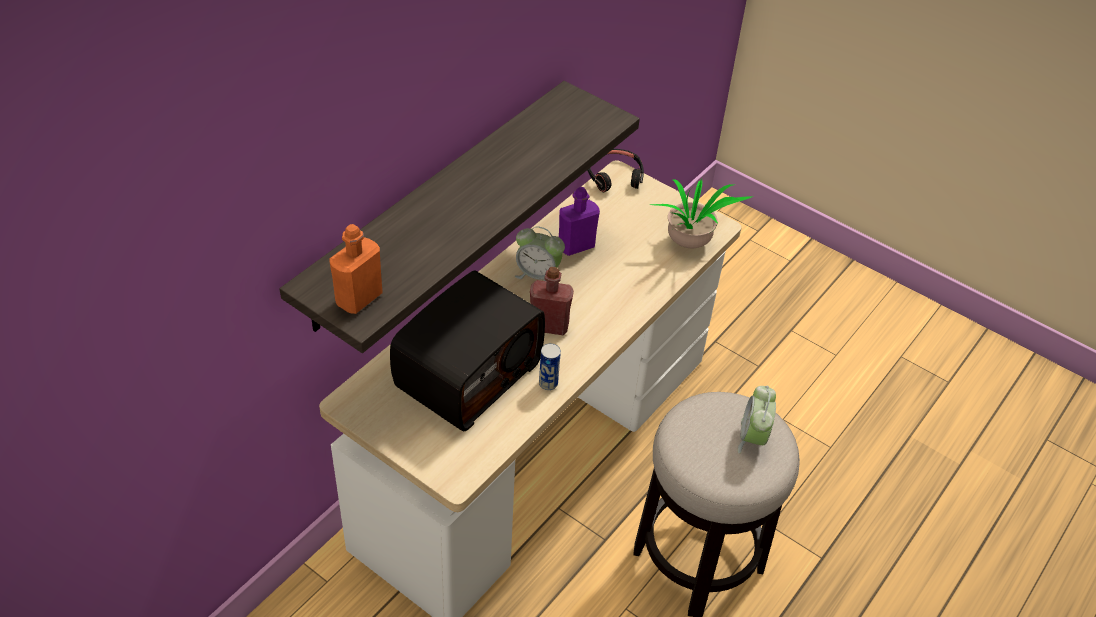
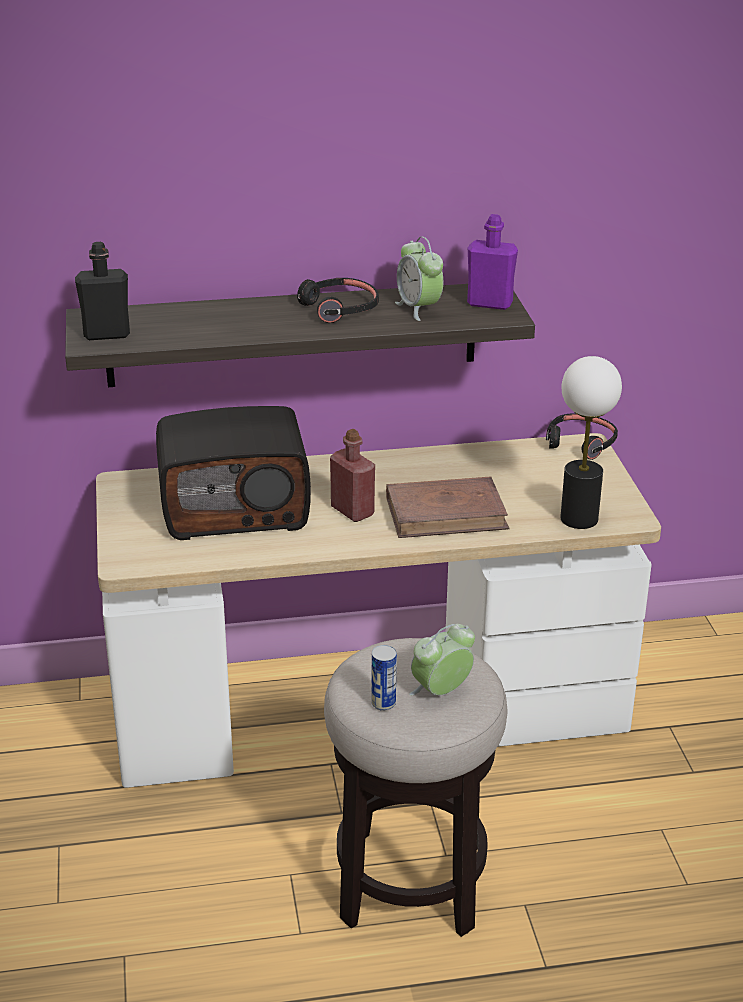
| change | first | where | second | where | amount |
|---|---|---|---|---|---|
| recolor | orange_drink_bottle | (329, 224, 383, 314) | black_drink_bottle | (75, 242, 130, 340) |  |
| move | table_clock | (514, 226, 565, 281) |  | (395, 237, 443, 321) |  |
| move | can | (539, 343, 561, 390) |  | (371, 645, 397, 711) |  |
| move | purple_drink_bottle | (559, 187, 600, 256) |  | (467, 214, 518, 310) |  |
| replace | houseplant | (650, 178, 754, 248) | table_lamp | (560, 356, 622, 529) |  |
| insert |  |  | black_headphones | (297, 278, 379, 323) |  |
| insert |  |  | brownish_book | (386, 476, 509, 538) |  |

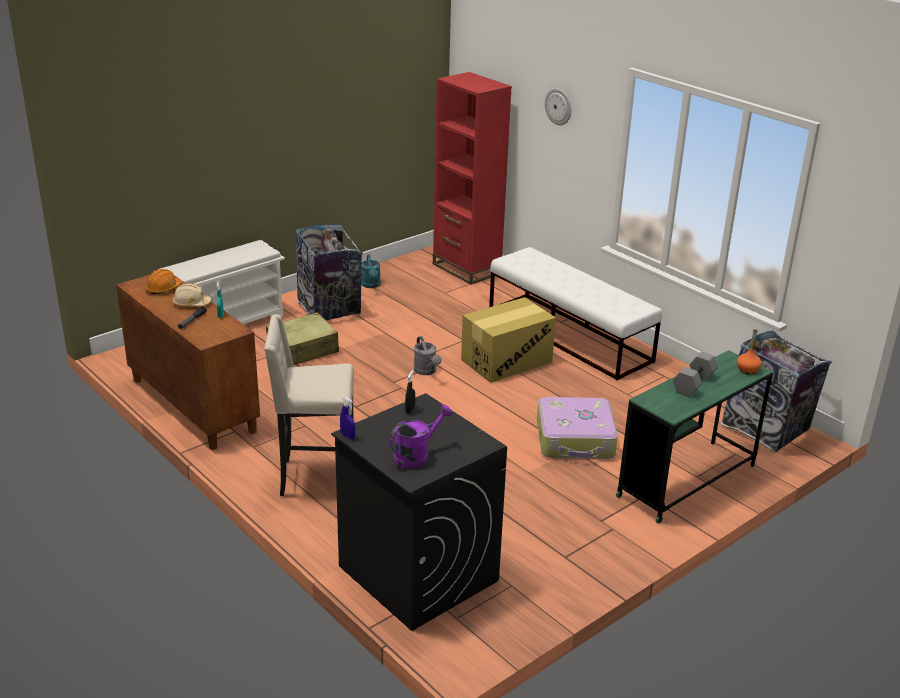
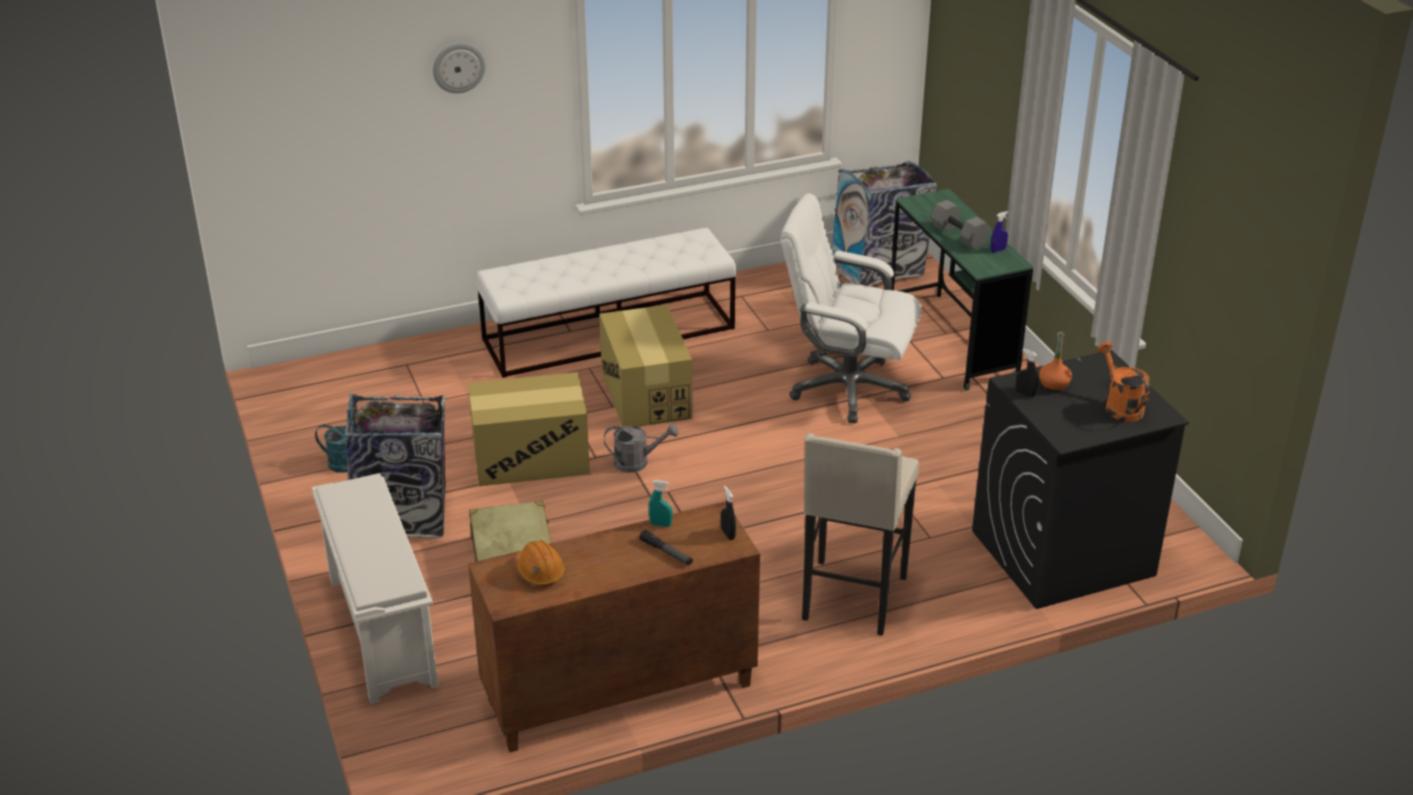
| change | first | where | second | where | amount |
|---|---|---|---|---|---|
| delete | sand-coloured_hard_hat | (172, 283, 211, 307) |  |  |  |
| move | blue-coloured_spray_bottle | (340, 397, 355, 439) |  | (991, 211, 1009, 253) |  |
| recolor | purple_watering_pot | (389, 404, 453, 468) | orange_watering_pot | (1097, 342, 1150, 422) |  |
| delete | red_bookcase | (433, 72, 512, 285) |  |  |  |
| replace | suitcase | (537, 397, 618, 459) | whitish_office_chair | (781, 193, 922, 423) |  |
| move | orange_drink_bottle | (737, 329, 762, 374) |  | (1039, 332, 1072, 392) |  |
| insert |  |  | cardboard_box | (468, 372, 590, 486) |  |
| insert |  |  | black_spray_bottle | (721, 486, 736, 540) |  |

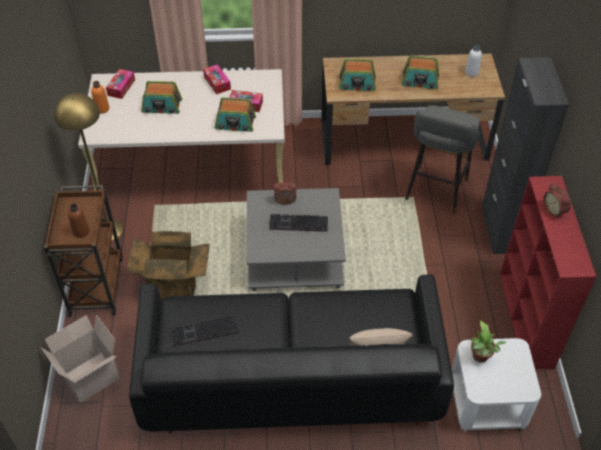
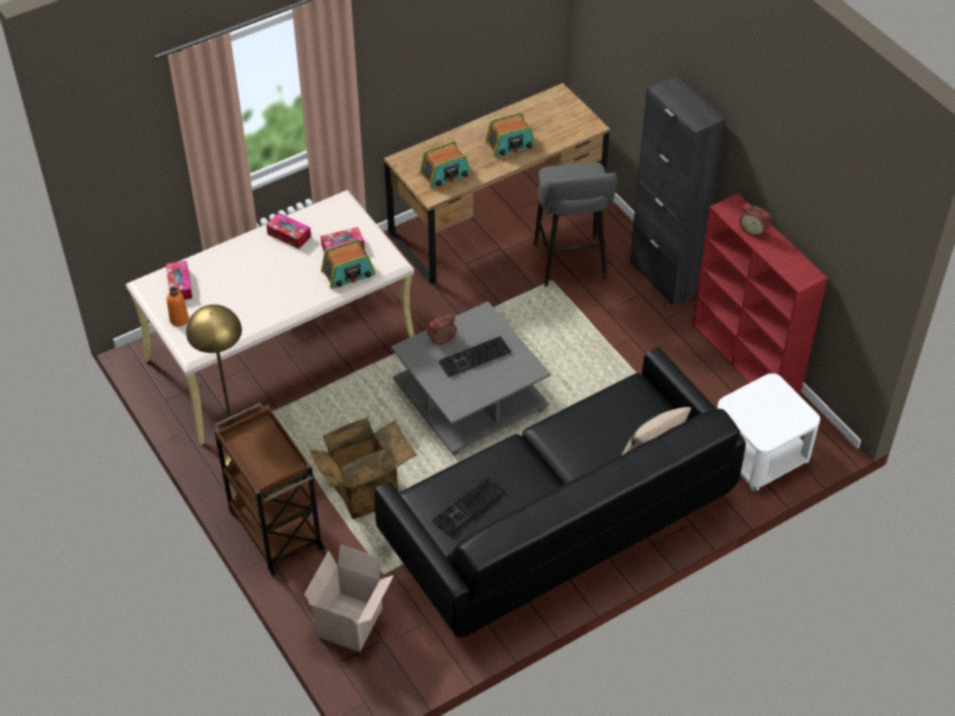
| change | first | where | second | where | amount |
|---|---|---|---|---|---|
| delete | brownish_drink_bottle | (68, 204, 90, 238) |  |  |  |
| delete | radio_set | (141, 81, 182, 114) |  |  |  |
| delete | whitish_drink_bottle | (465, 45, 482, 77) |  |  |  |
| delete | houseplant | (471, 320, 506, 363) |  |  |  |

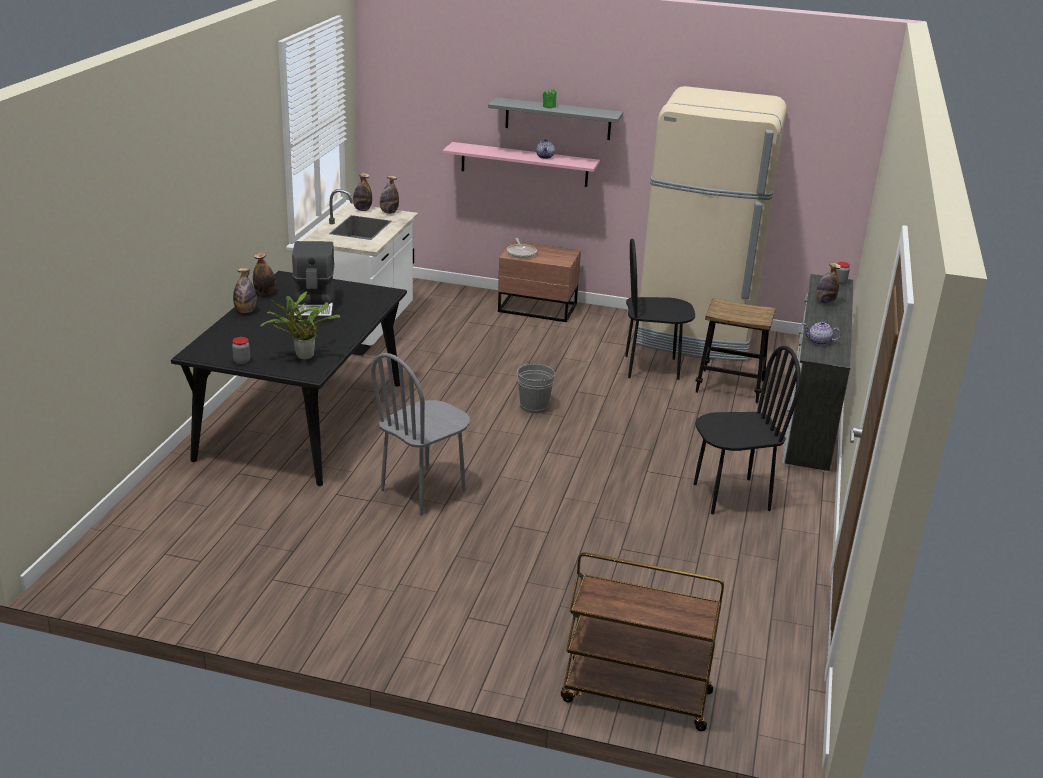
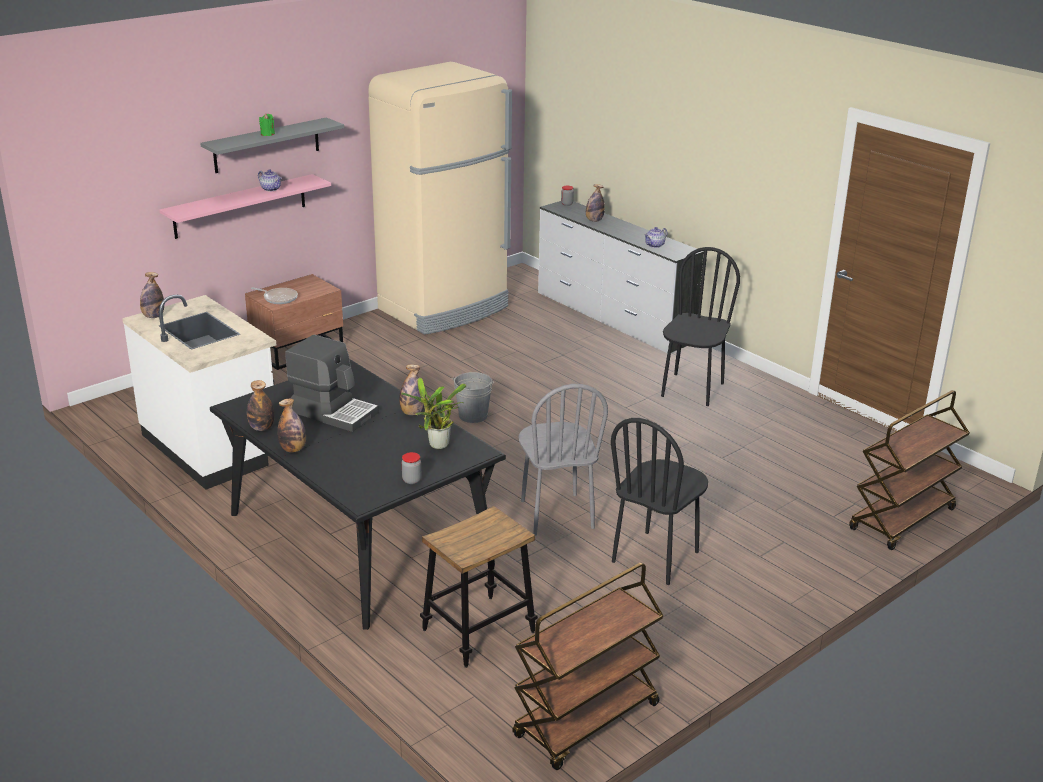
| change | first | where | second | where | amount |
|---|---|---|---|---|---|
| move | drink_bottle | (380, 175, 399, 214) |  | (399, 364, 426, 415) |  |
| move | black_plain_chair | (625, 239, 695, 380) |  | (611, 418, 708, 585) |  |
| move | sitting_stool | (695, 298, 776, 403) |  | (420, 506, 538, 668) |  |
| insert |  |  | brownish_cart | (512, 563, 663, 770) |  |

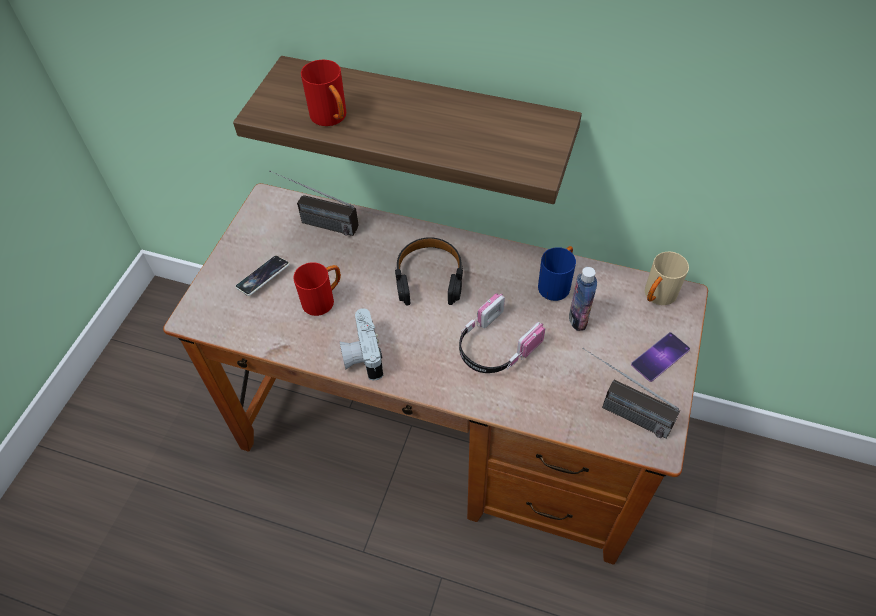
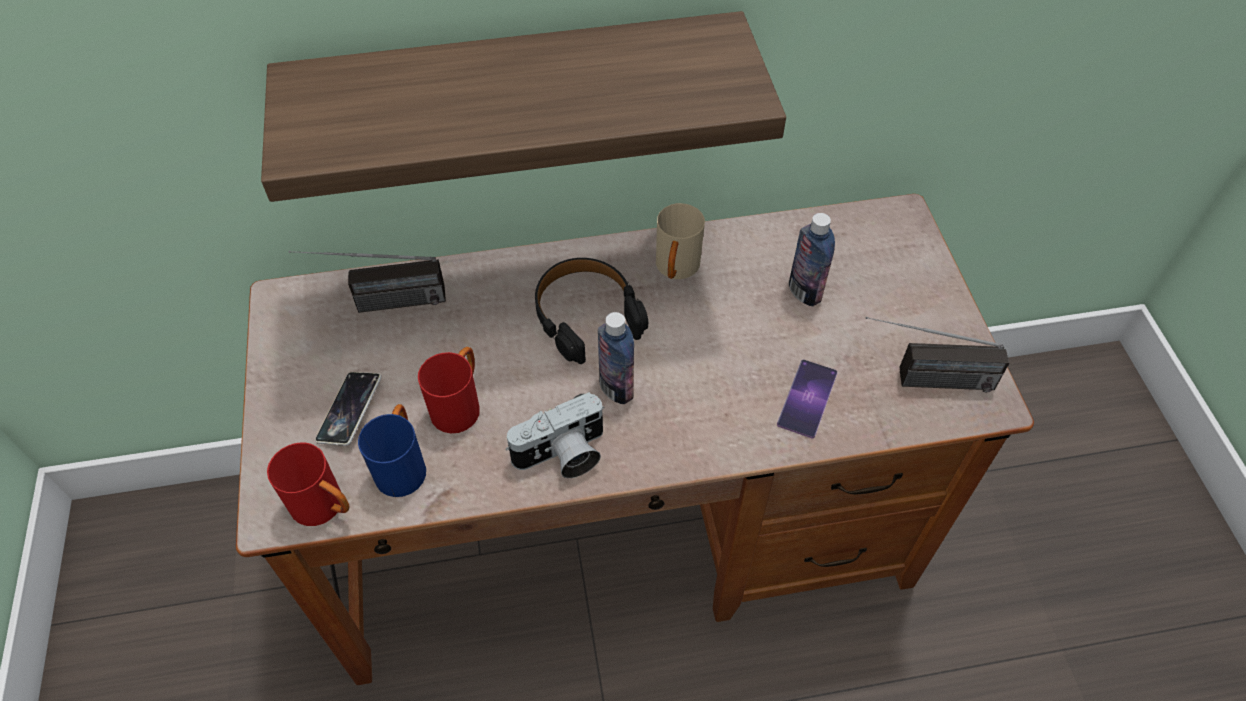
| change | first | where | second | where | amount |
|---|---|---|---|---|---|
| move | red_tea_mug | (301, 60, 346, 126) |  | (267, 442, 350, 526) |  |
| rotate | still_camera | (340, 308, 383, 380) |  | (505, 392, 605, 478) | 75 degrees counterclockwise |
| delete | headphones | (459, 293, 545, 373) |  |  |  |
| move | blue-coloured_tea_mug | (538, 246, 576, 301) |  | (358, 404, 426, 497) |  |
| move | telephone | (631, 332, 690, 382) |  | (777, 359, 837, 438) |  |
| move | sand-coloured_tea_mug | (645, 251, 689, 305) |  | (656, 203, 705, 279) |  |
| insert |  |  | drink_bottle | (598, 312, 634, 404) |  |

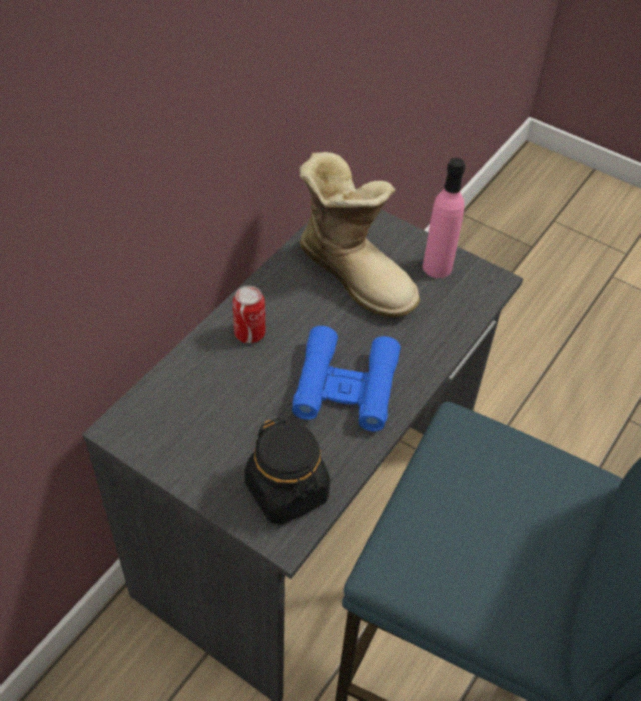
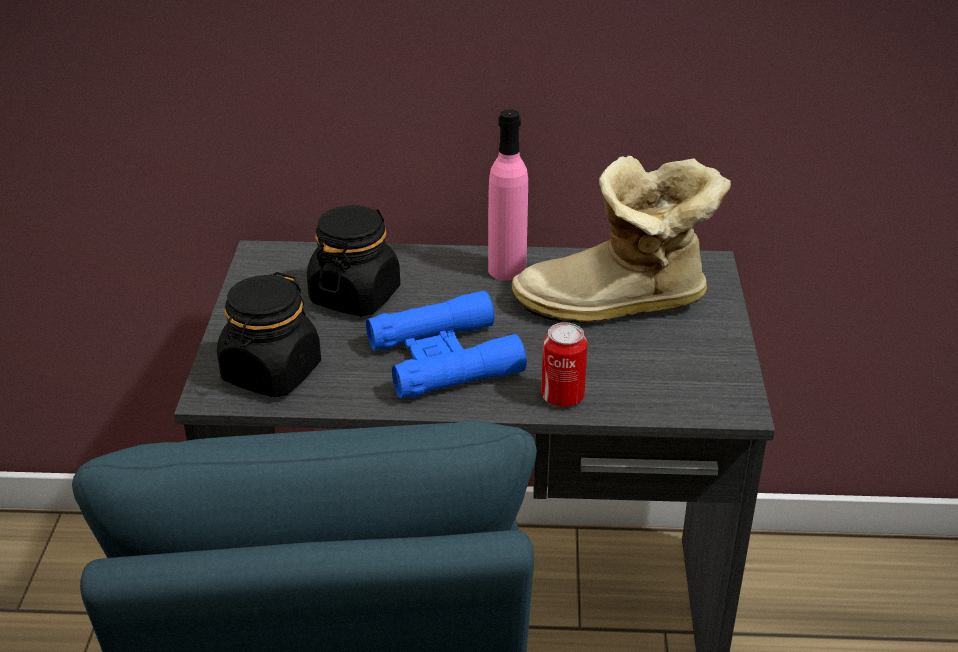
| change | first | where | second | where | amount |
|---|---|---|---|---|---|
| move | can | (233, 286, 265, 343) |  | (541, 322, 587, 407) |  |
| rotate | boot | (299, 152, 420, 319) |  | (512, 156, 731, 323) | 75 degrees clockwise |
| move | pink-coloured_drink_bottle | (423, 158, 465, 278) |  | (488, 109, 528, 281) |  |
| insert |  |  | black_jar | (307, 205, 400, 316) |  |

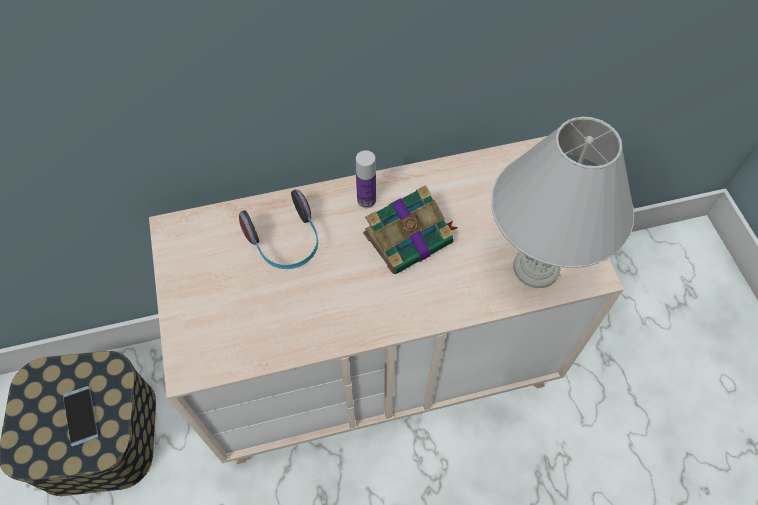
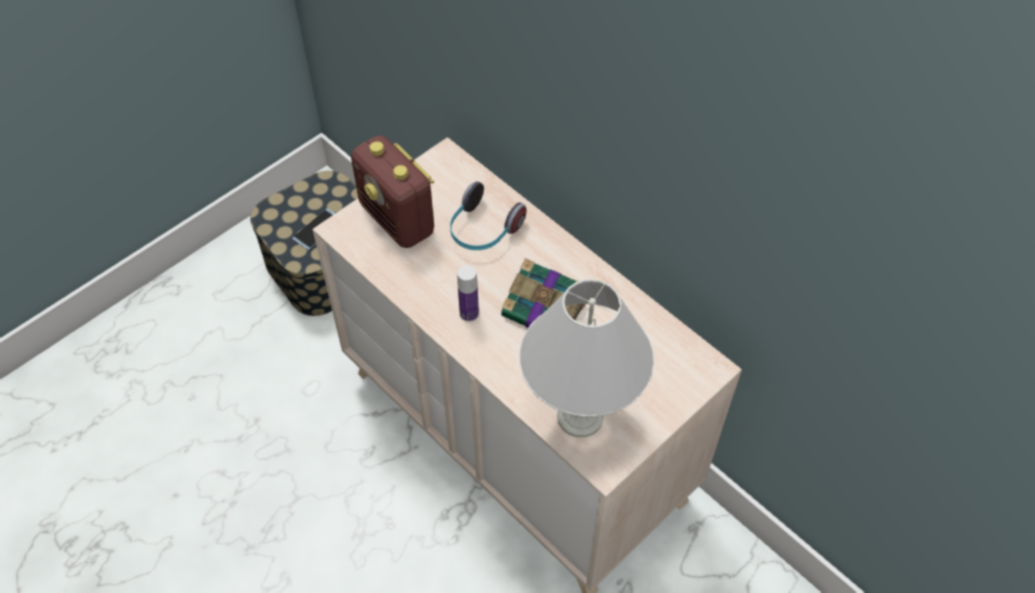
| change | first | where | second | where | amount |
|---|---|---|---|---|---|
| move | drink_bottle | (356, 150, 376, 208) |  | (457, 265, 479, 322) |  |
| insert |  |  | radio_set | (351, 135, 434, 248) |  |

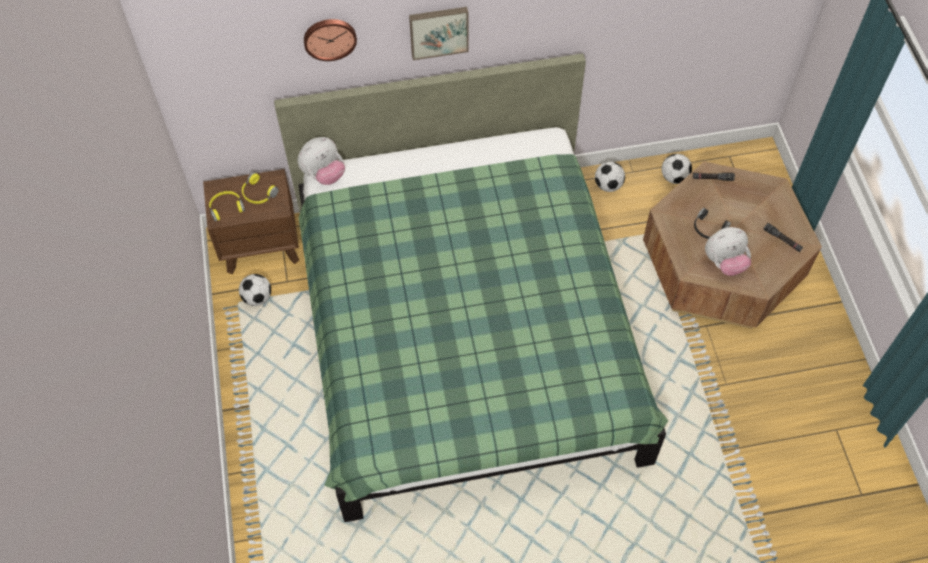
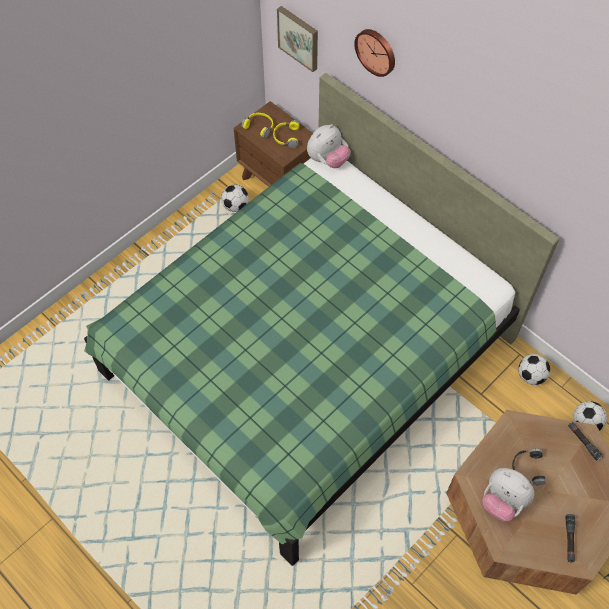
| change | first | where | second | where | amount |
|---|---|---|---|---|---|
| rotate | cuddly_toy | (297, 137, 345, 185) |  | (307, 124, 350, 168) | 60 degrees counterclockwise |
| move | wall_art | (409, 7, 469, 60) |  | (277, 6, 318, 72) |  |

